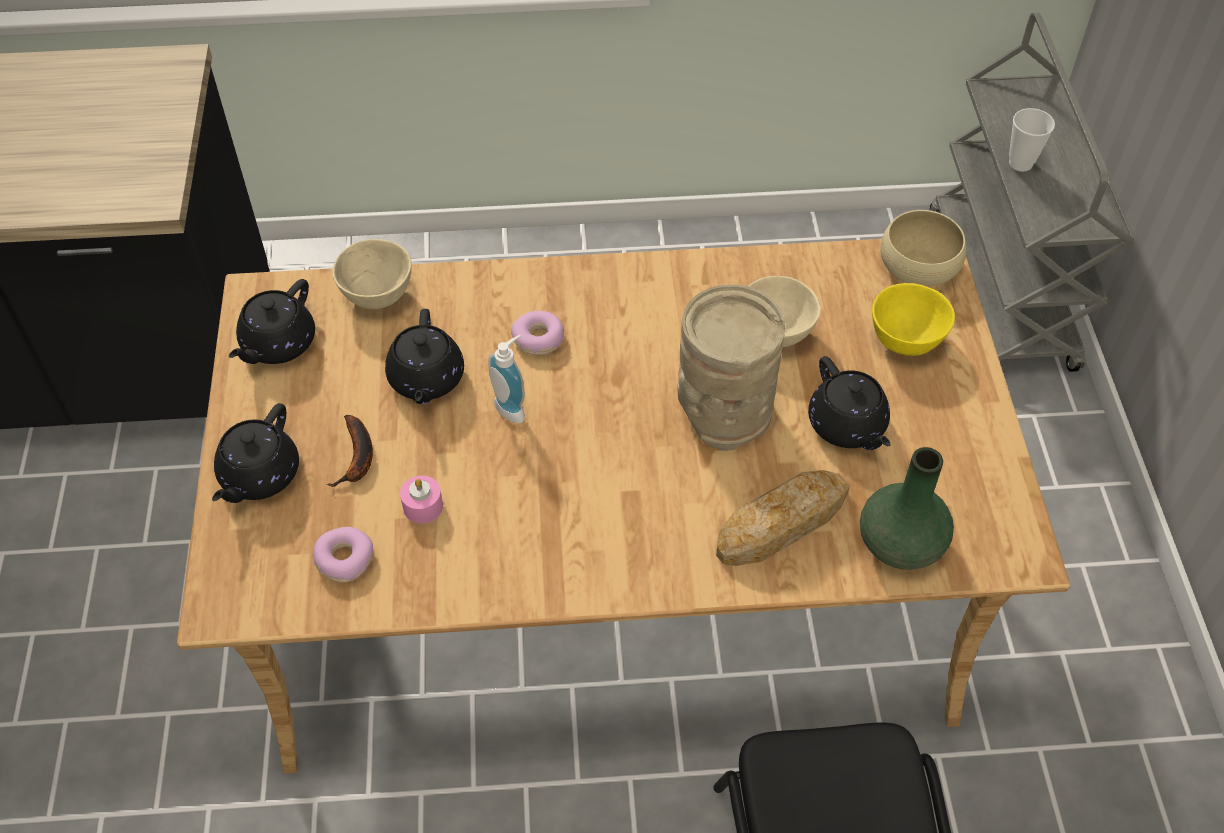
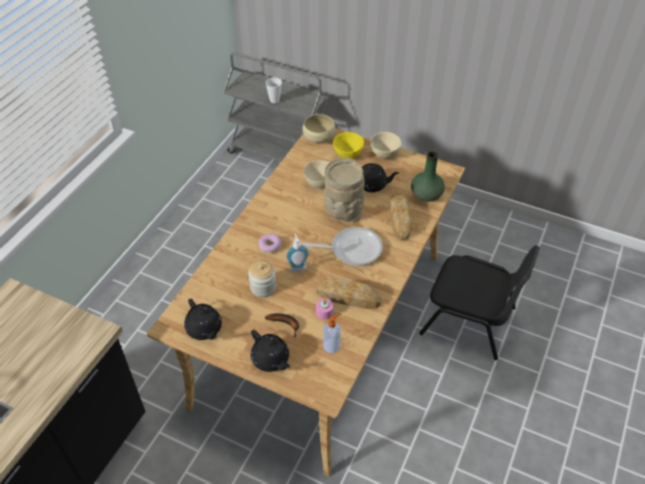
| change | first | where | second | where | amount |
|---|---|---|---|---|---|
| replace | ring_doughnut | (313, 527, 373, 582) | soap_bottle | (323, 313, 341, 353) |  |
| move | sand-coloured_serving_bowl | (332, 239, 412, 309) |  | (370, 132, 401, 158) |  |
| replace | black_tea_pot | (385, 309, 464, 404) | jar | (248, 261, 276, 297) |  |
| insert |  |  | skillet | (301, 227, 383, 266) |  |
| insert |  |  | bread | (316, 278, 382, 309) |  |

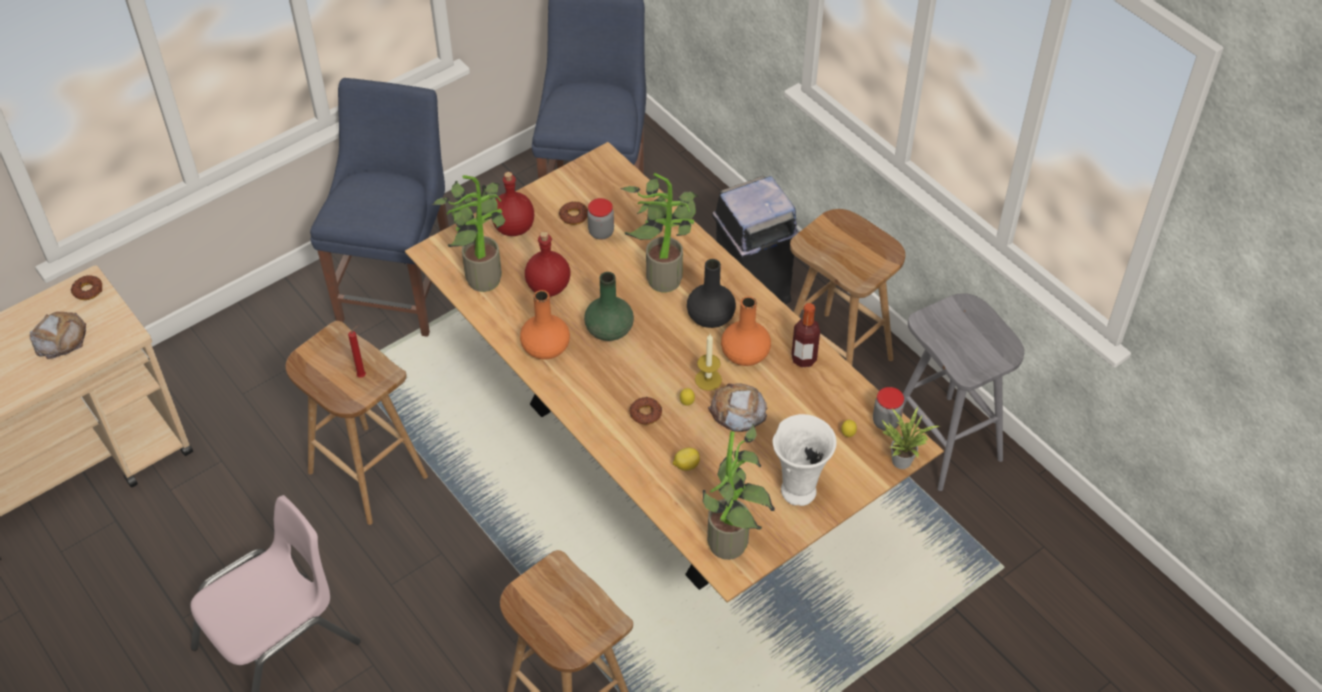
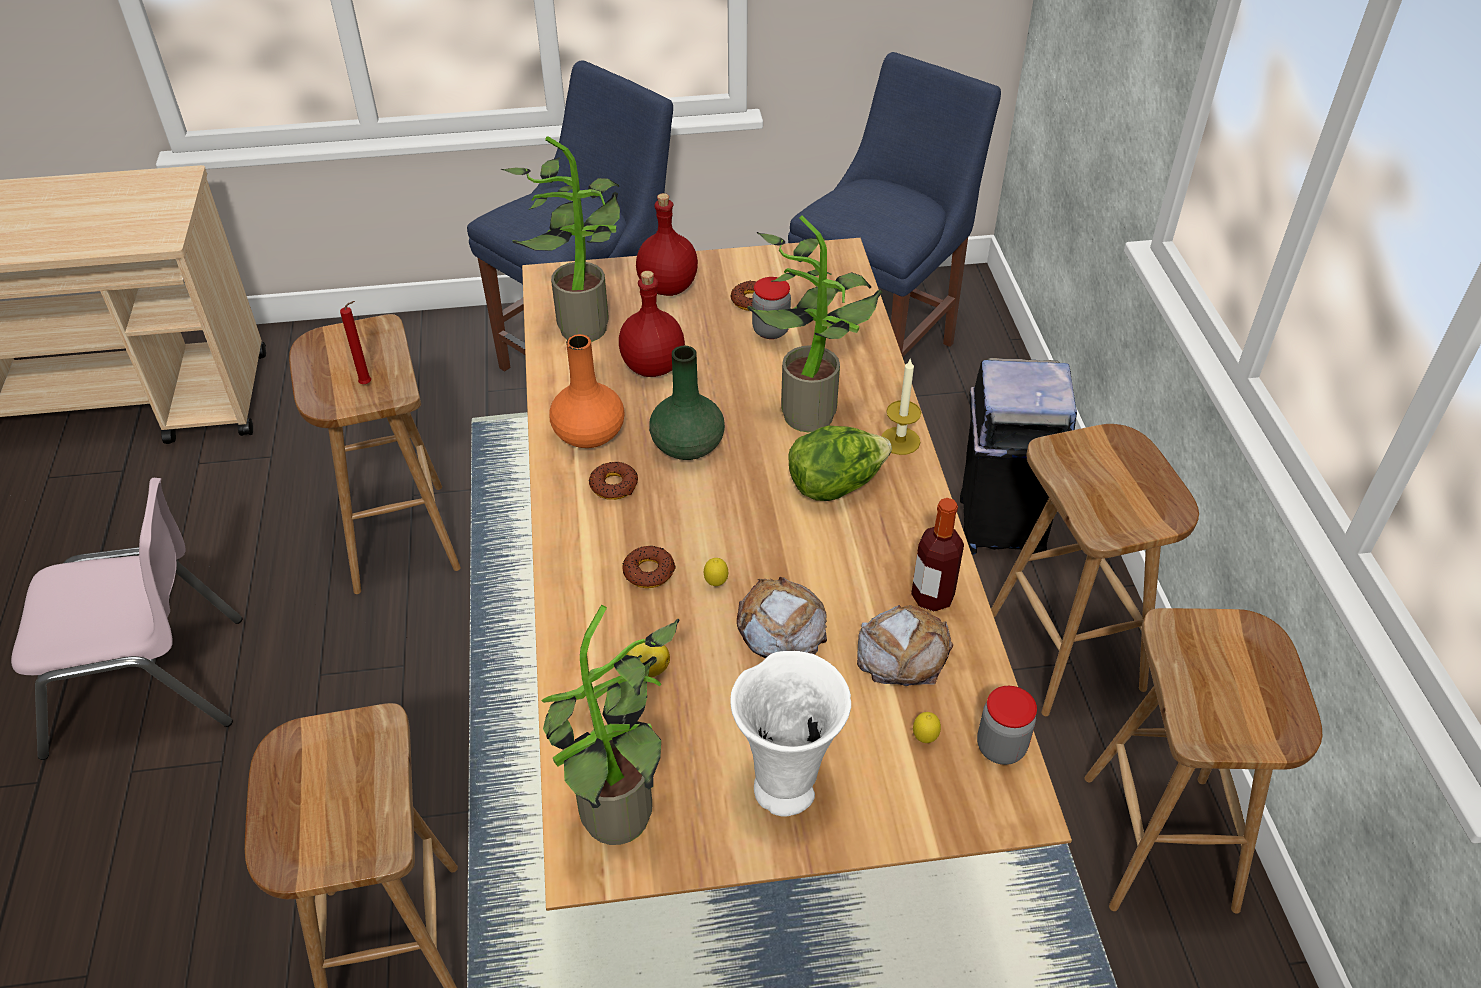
| change | first | where | second | where | amount |
|---|---|---|---|---|---|
| move | bread | (30, 312, 86, 359) |  | (857, 605, 953, 686) |  |
| move | ring_doughnut | (71, 275, 102, 300) |  | (589, 462, 638, 500) |  |
| replace | black_decorative_vase | (687, 259, 736, 328) | lettuce | (788, 425, 892, 501) |  |
| move | candle | (695, 334, 722, 391) |  | (882, 358, 921, 455) |  |
| delete | orange_decorative_vase | (721, 297, 771, 366) |  |  |  |
| delete | houseplant | (881, 407, 939, 469) |  |  |  |
| recolor | grey_sitting_stool | (903, 293, 1024, 491) | brownish_sitting_stool | (1085, 608, 1322, 914) |  |

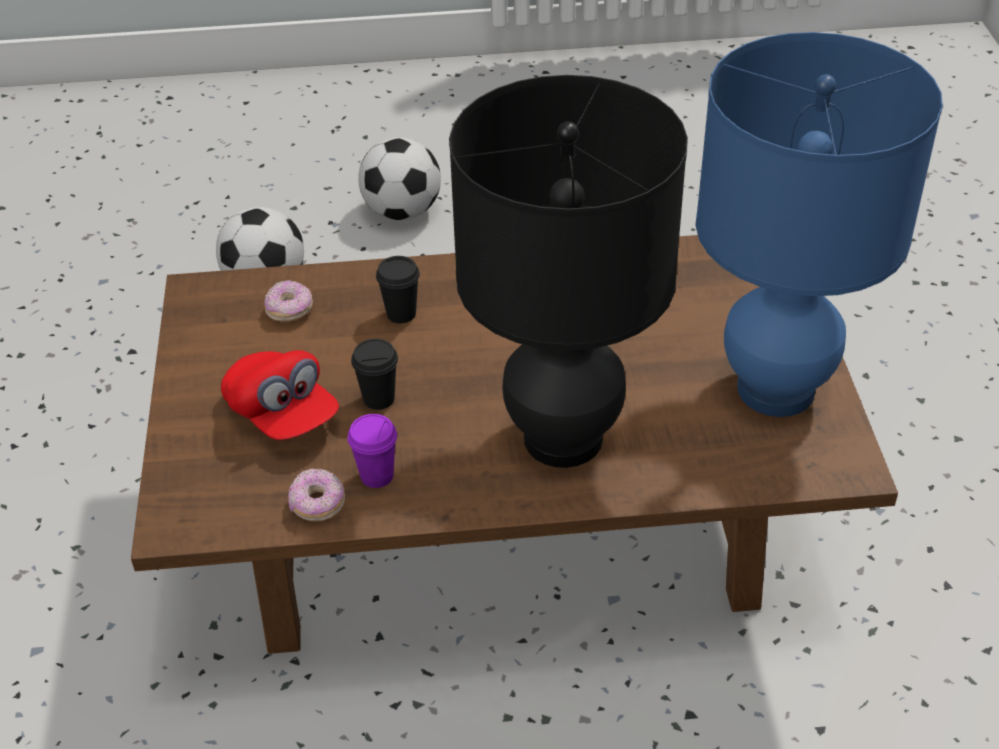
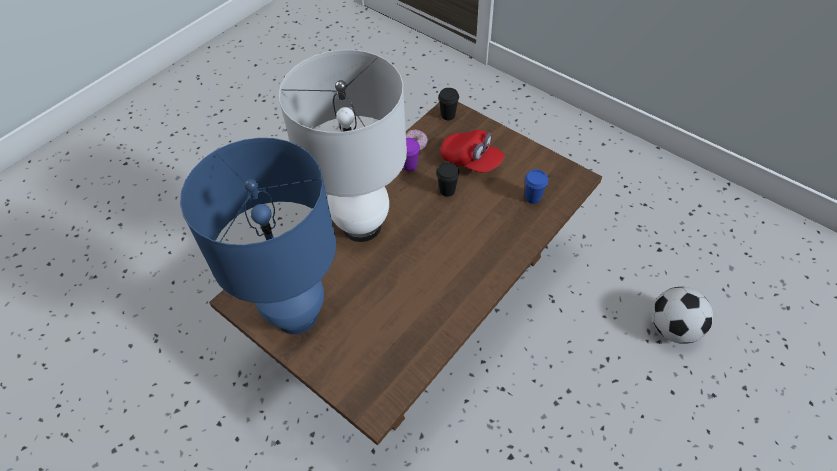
| change | first | where | second | where | amount |
|---|---|---|---|---|---|
| rotate | red_cap | (221, 350, 339, 440) |  | (440, 130, 504, 173) | 150 degrees counterclockwise |
| replace | ring_doughnut | (264, 280, 313, 322) | blue-coloured_drinking_cup | (525, 169, 548, 204) |  |
| delete | football | (358, 137, 441, 220) |  |  |  |
| move | black_drinking_cup | (376, 256, 420, 323) |  | (438, 88, 459, 120) |  |
| recolor | black_table_lamp | (449, 75, 688, 468) | whitish_table_lamp | (279, 50, 407, 242) |  |

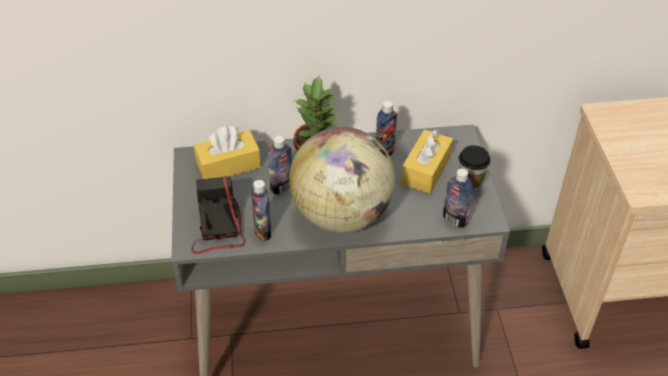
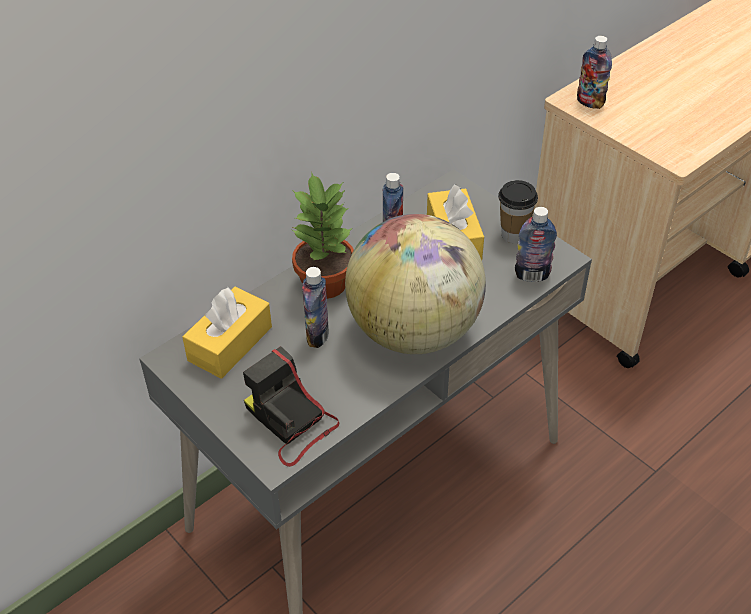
| change | first | where | second | where | amount |
|---|---|---|---|---|---|
| move | drink_bottle | (251, 180, 272, 241) |  | (577, 36, 612, 109) |  |

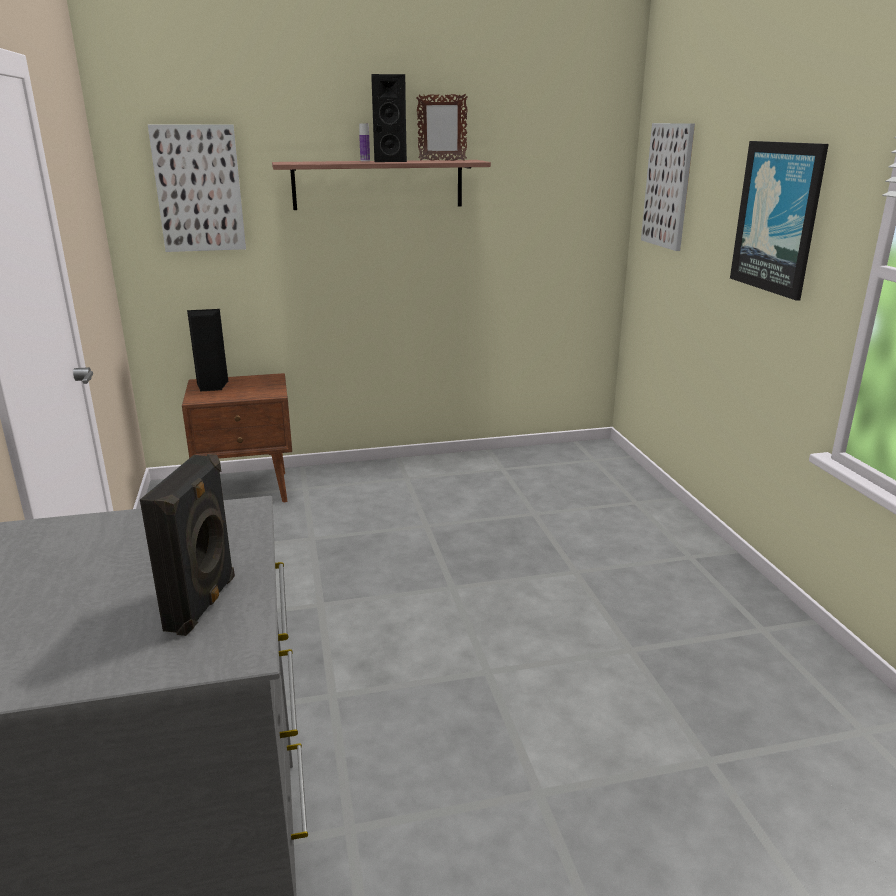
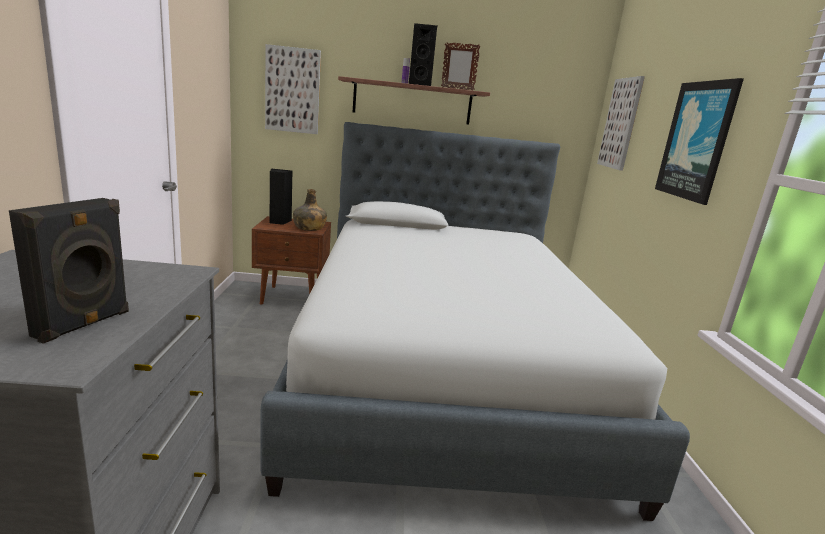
| change | first | where | second | where | amount |
|---|---|---|---|---|---|
| insert |  |  | sleeping_bed | (260, 122, 690, 521) |  |
| insert |  |  | green-coloured_drink_bottle | (293, 189, 327, 231) |  |

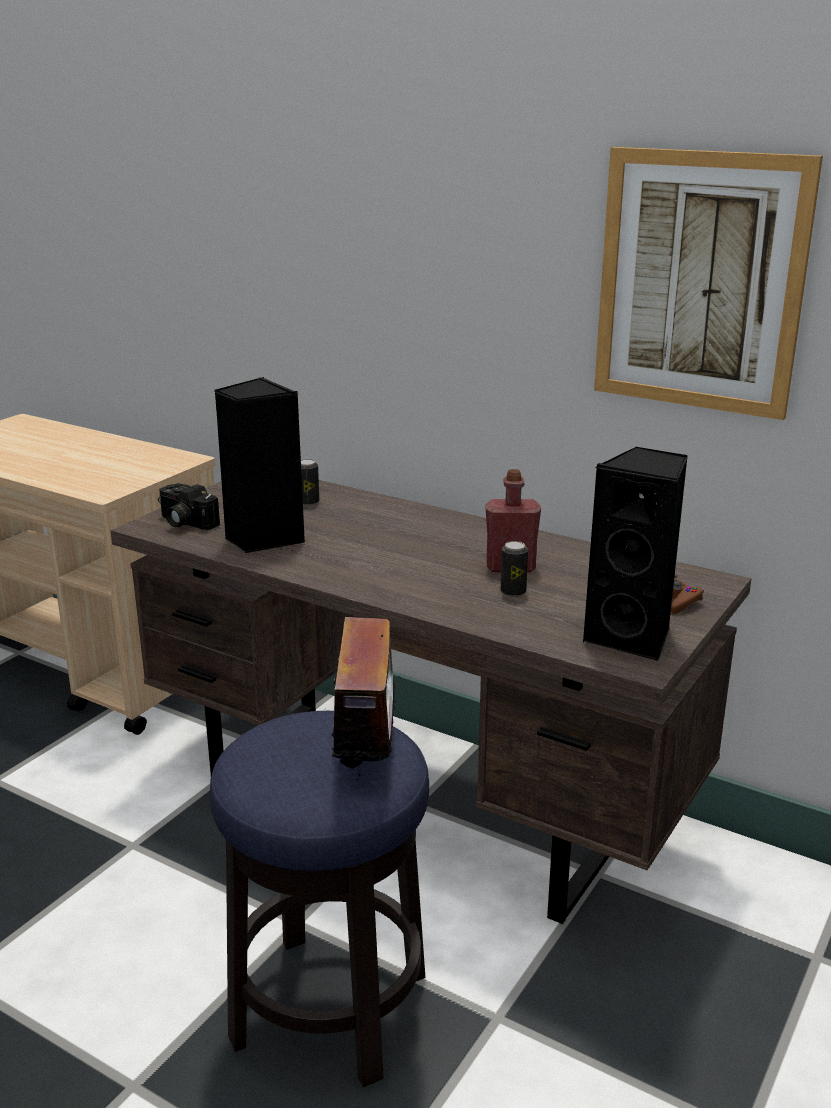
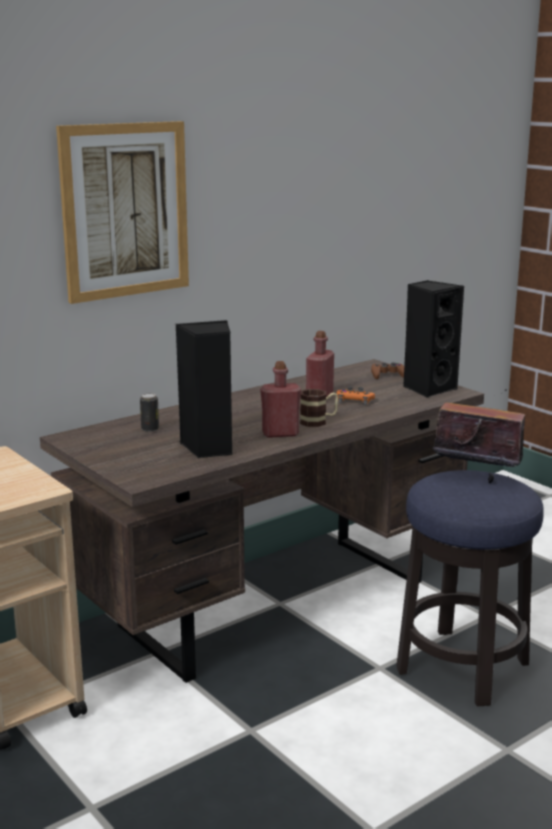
| change | first | where | second | where | amount |
|---|---|---|---|---|---|
| delete | still_camera | (158, 483, 220, 530) |  |  |  |
| replace | can | (501, 541, 528, 597) | orange_joypad | (337, 386, 375, 405) |  |
| move | wall_art | (594, 147, 823, 420) |  | (56, 121, 189, 304) |  |
| insert |  |  | red_drink_bottle | (260, 361, 301, 438) |  |
| insert |  |  | tea_mug | (300, 389, 338, 427) |  |

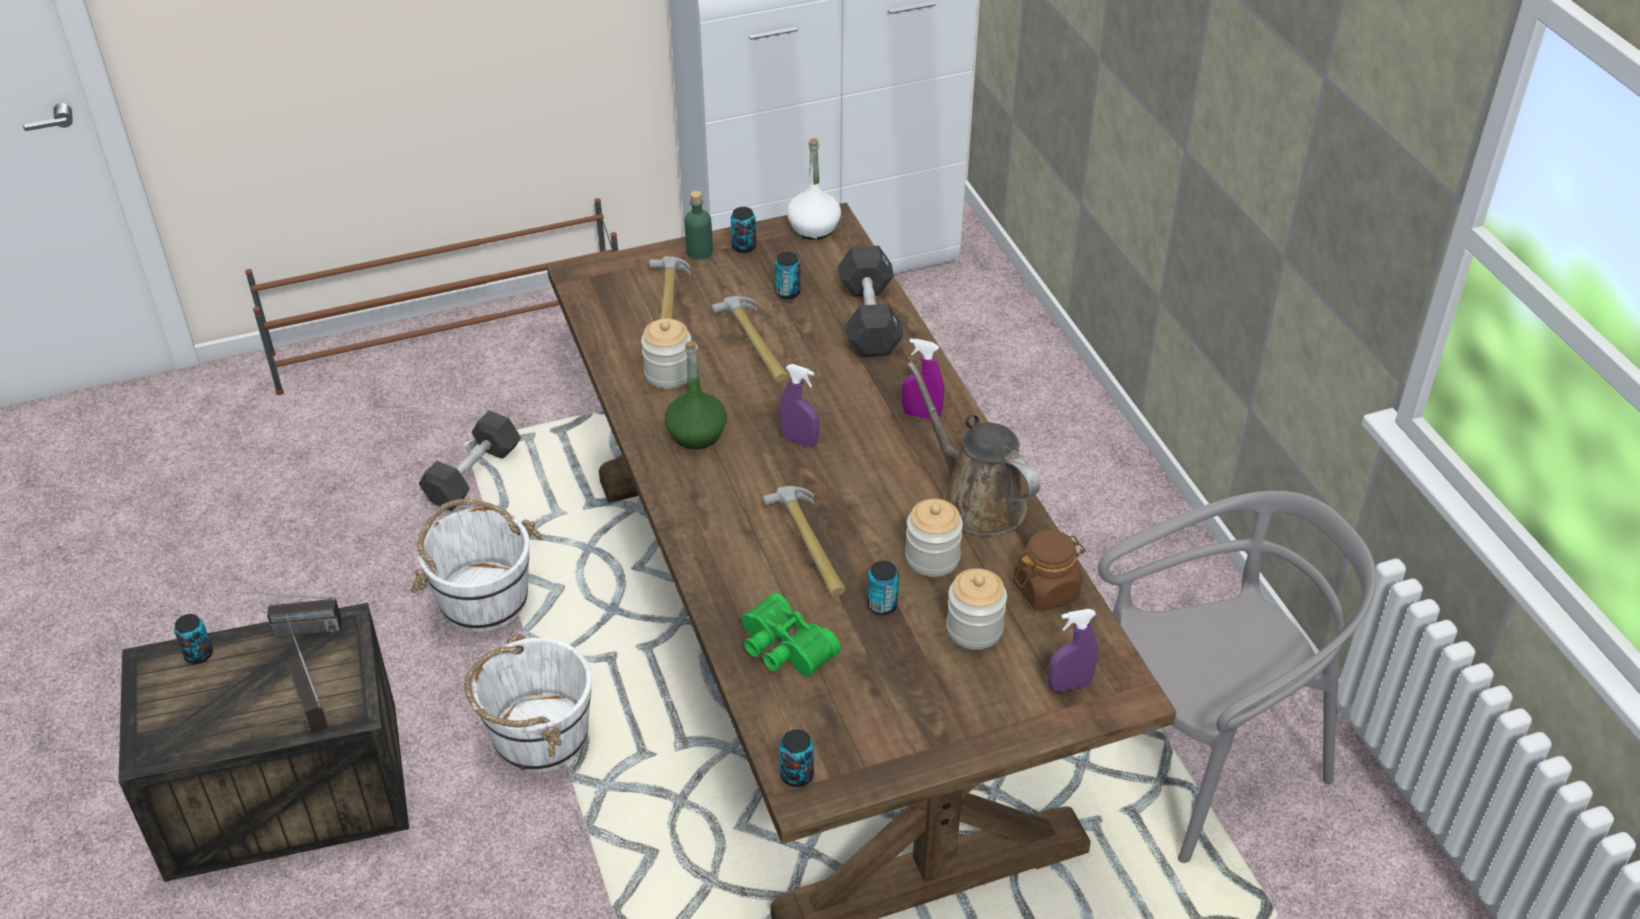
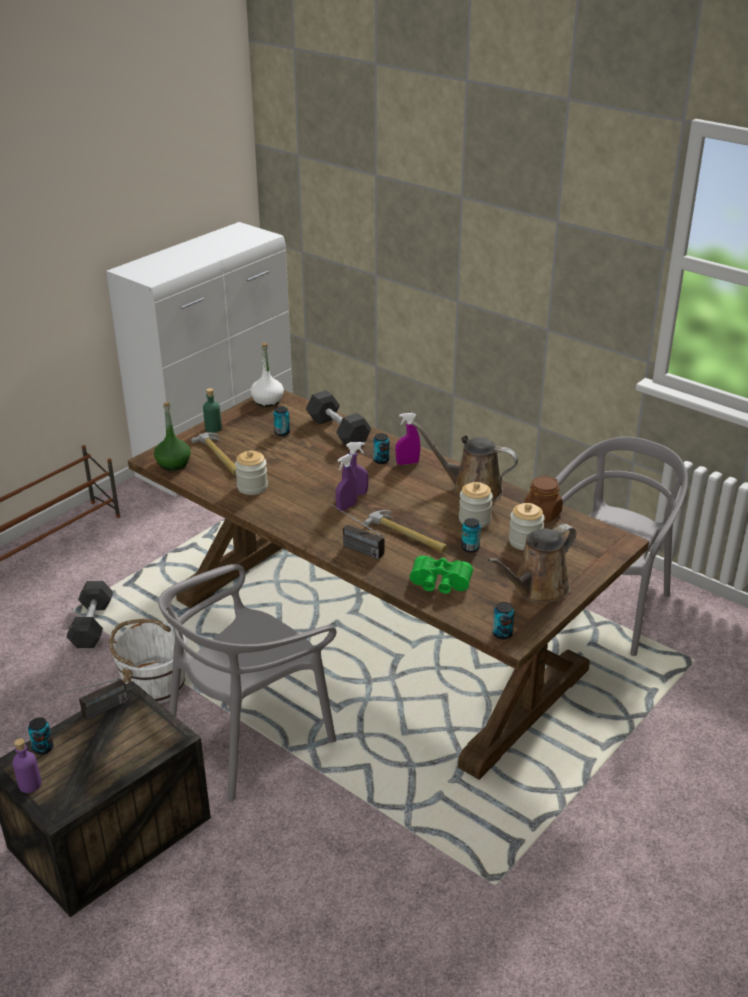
| change | first | where | second | where | amount |
|---|---|---|---|---|---|
| move | radio_set | (285, 616, 328, 733) |  | (328, 503, 384, 560) |  |
| replace | whitish_pail | (464, 634, 592, 773) | grey_plain_chair | (158, 564, 337, 801) |  |
| move | green-coloured_drink_bottle | (665, 341, 727, 449) |  | (154, 402, 191, 471) |  |
| delete | tool_hammer | (711, 296, 788, 383) |  |  |  |
| move | can | (731, 207, 756, 253) |  | (373, 433, 389, 464) |  |
| move | purple_spray_bottle | (1048, 609, 1098, 692) |  | (336, 454, 357, 511) |  |
| insert |  |  | purple_drink_bottle | (12, 738, 42, 793) |  |
| insert |  |  | brownish_watering_pot | (488, 524, 576, 603) |  |

